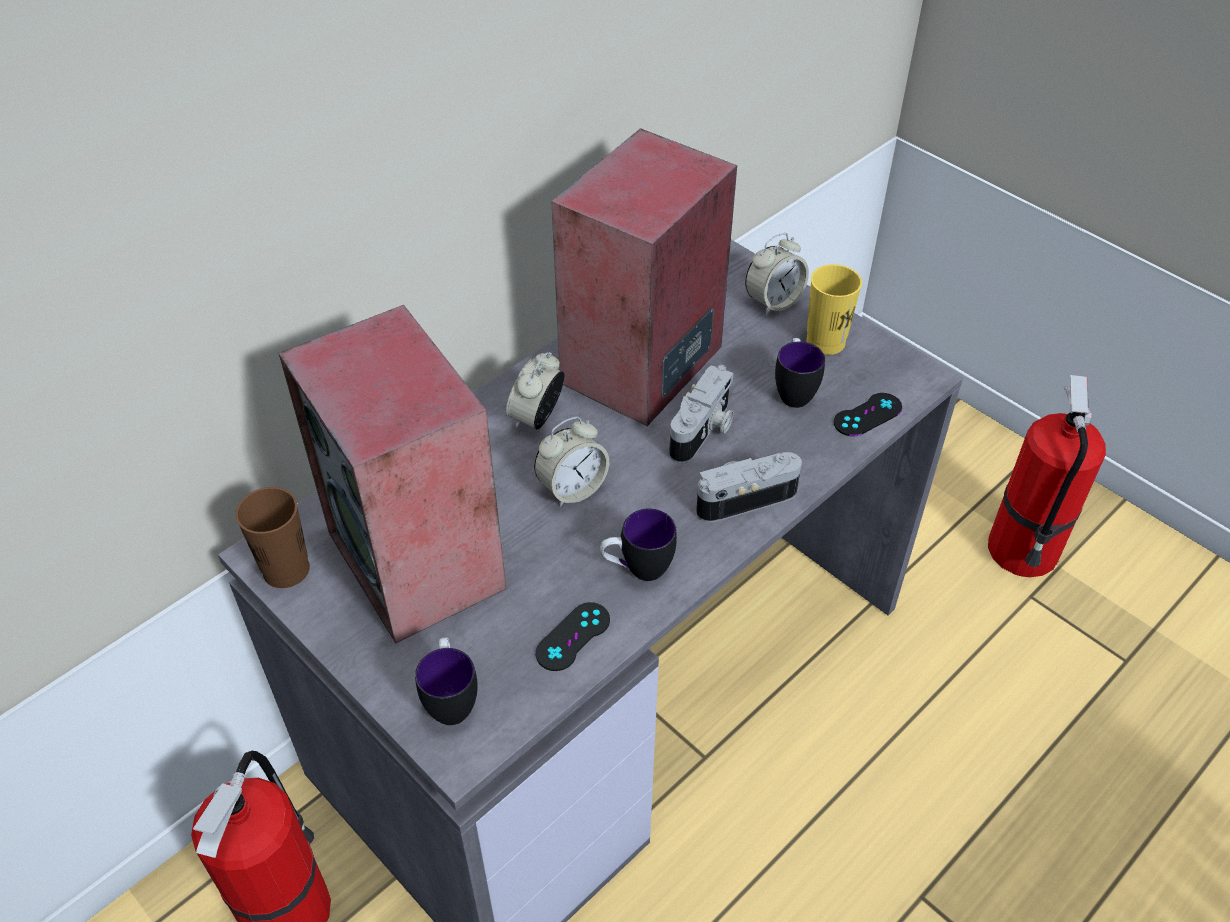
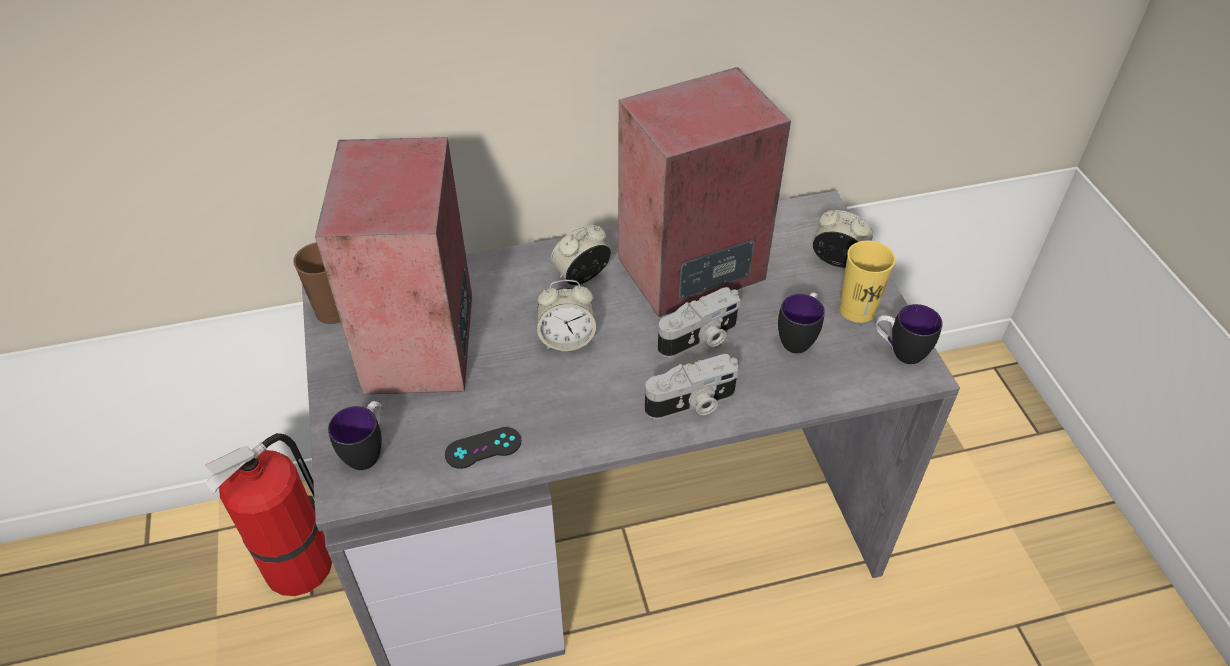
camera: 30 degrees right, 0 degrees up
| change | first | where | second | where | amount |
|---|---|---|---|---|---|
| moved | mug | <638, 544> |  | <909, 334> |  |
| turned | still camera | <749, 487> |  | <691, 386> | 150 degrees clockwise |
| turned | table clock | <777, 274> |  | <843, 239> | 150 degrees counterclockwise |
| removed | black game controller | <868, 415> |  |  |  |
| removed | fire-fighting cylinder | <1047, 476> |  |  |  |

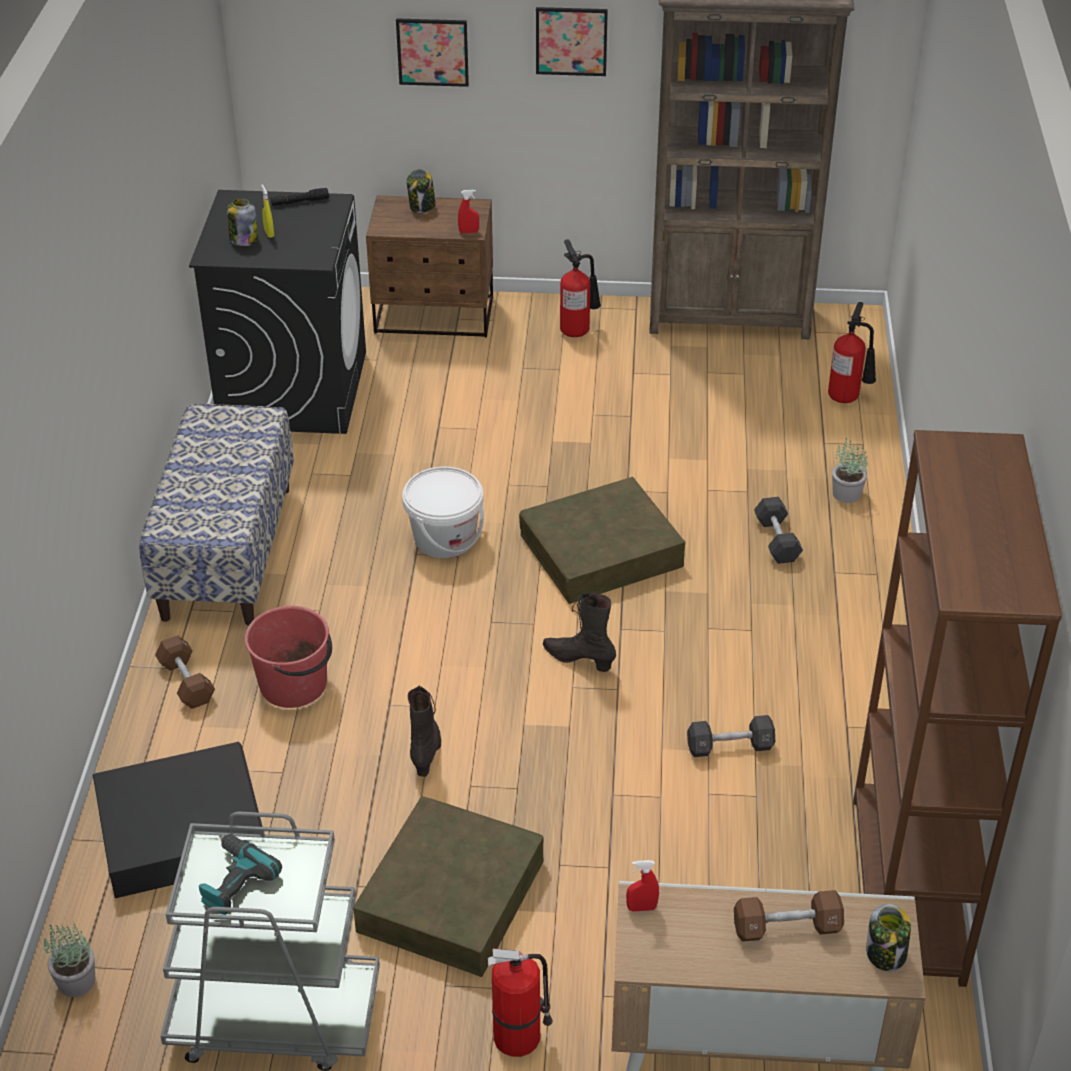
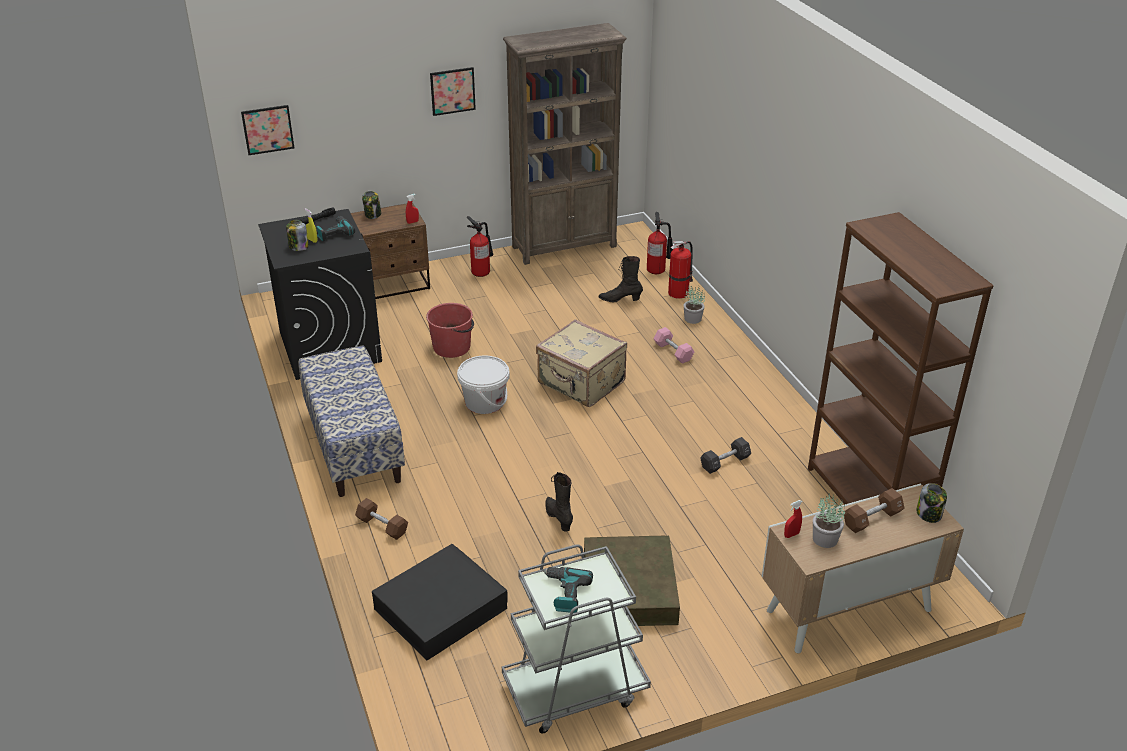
camera: 25 degrees left, 5 degrees down
| change | first | where | second | where | amount |
|---|---|---|---|---|---|
| moved | potted plant | <69, 959> |  | <829, 521> |  |
| moved | red water bucket | <288, 657> |  | <450, 330> |  |
| moved | wall art | <432, 52> |  | <267, 130> |  |
| moved | fire-fighting cylinder | <520, 1003> |  | <680, 270> |  |
| replaced | brownish storage box | <602, 540> | sand-coloured piece of luggage | <581, 363> |  |
| moved | black tall boot | <579, 632> |  | <620, 279> |  |
| recoloured | black dumbbell | <778, 530> | pink dumbbell | <673, 345> |  |
| added |  |  | power drill | <335, 228> |  |

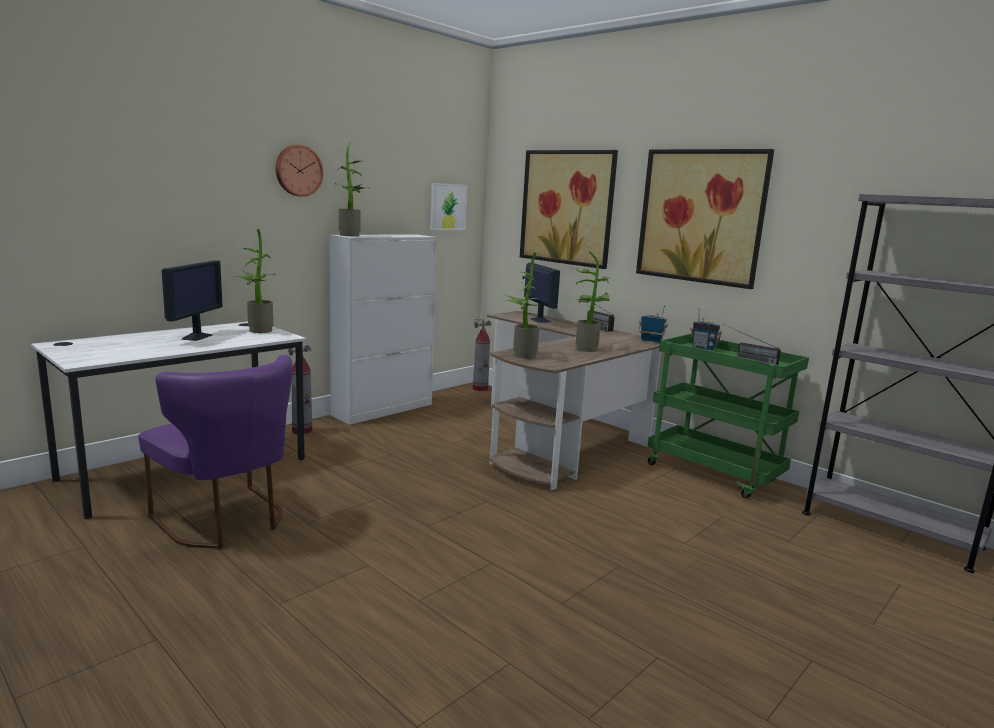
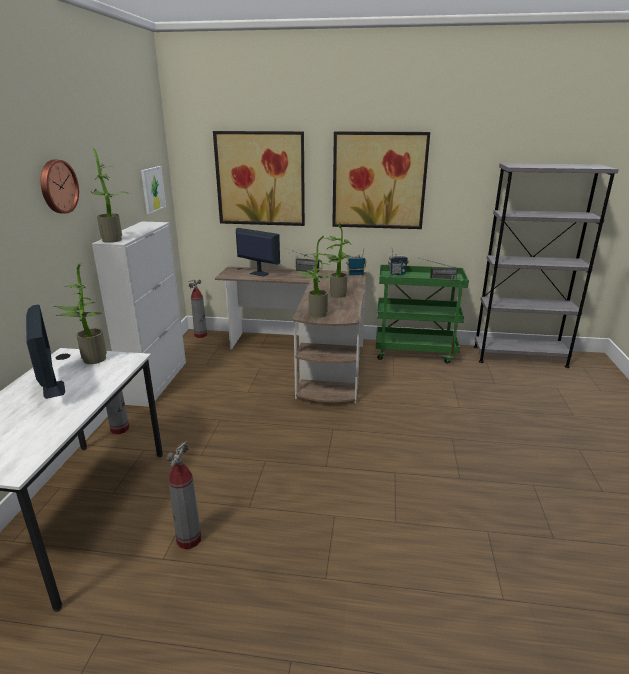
camera: 35 degrees left, 10 degrees up
| change | first | where | second | where | amount |
|---|---|---|---|---|---|
| replaced | purple-coloured plain chair | <215, 452> | fire-fighting cylinder | <183, 495> |  |

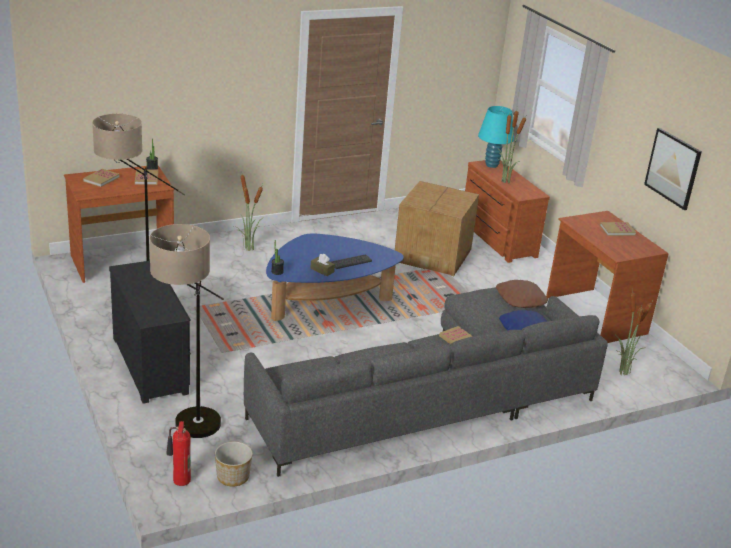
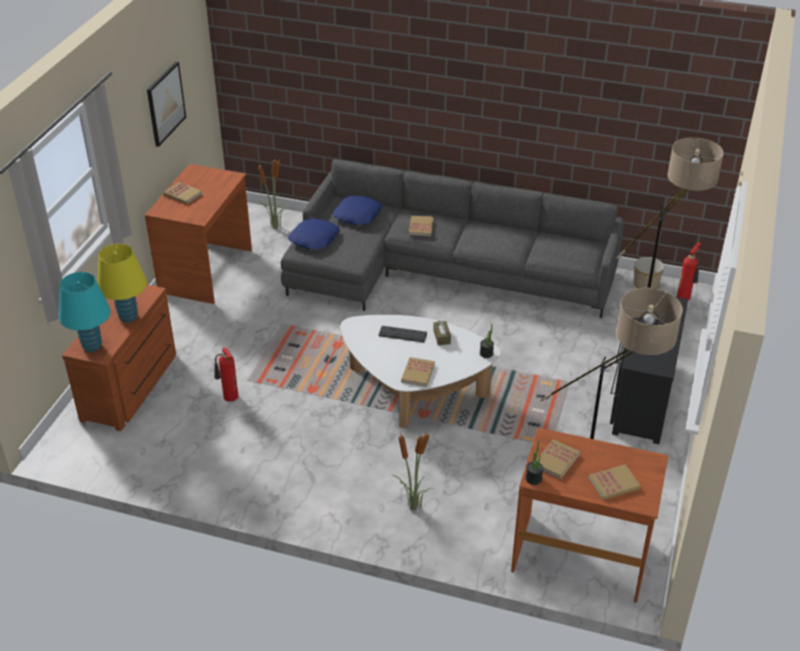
camera: 135 degrees left, 10 degrees up
| change | first | where | second | where | amount |
|---|---|---|---|---|---|
| recoloured | bluish coffee table | <335, 277> | white-coloured coffee table | <420, 371> |  |
| replaced | packing box | <437, 228> | fire-fighting cylinder | <226, 374> |  |
| recoloured | brownish cushion | <522, 294> | bluish cushion | <314, 234> |  |
| replaced | potted plant | <512, 145> | yellow-coloured table lamp | <122, 283> |  |
| added |  |  | bound book | <418, 372> |  |

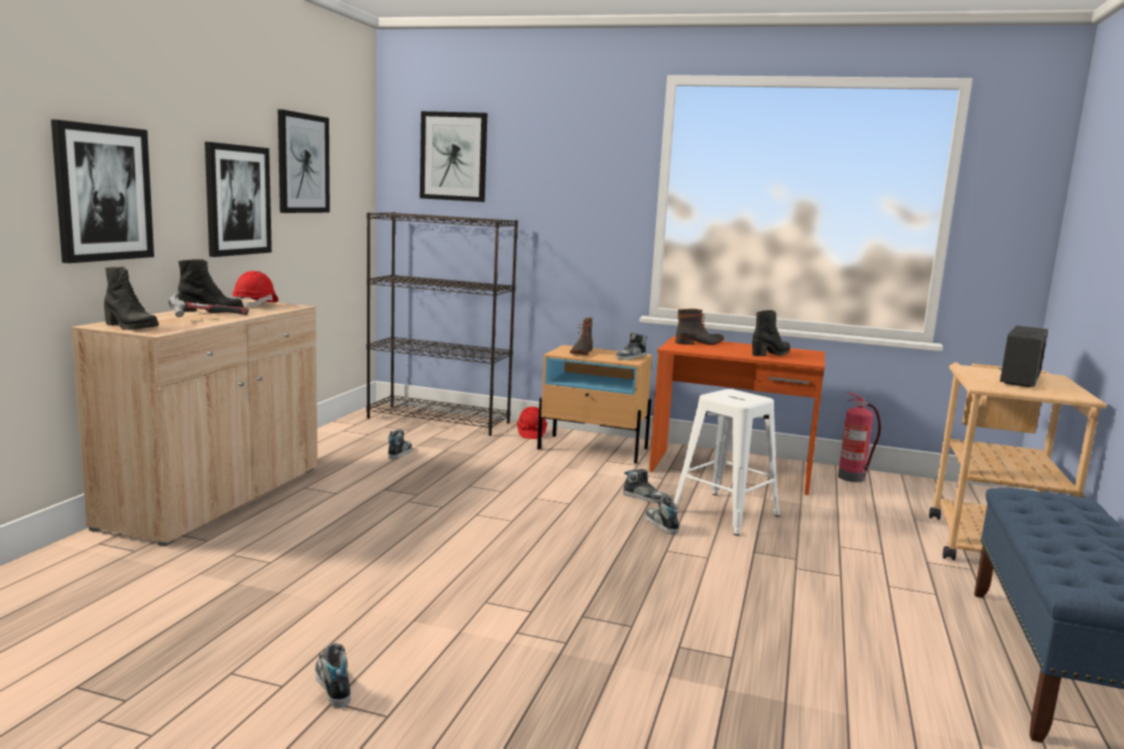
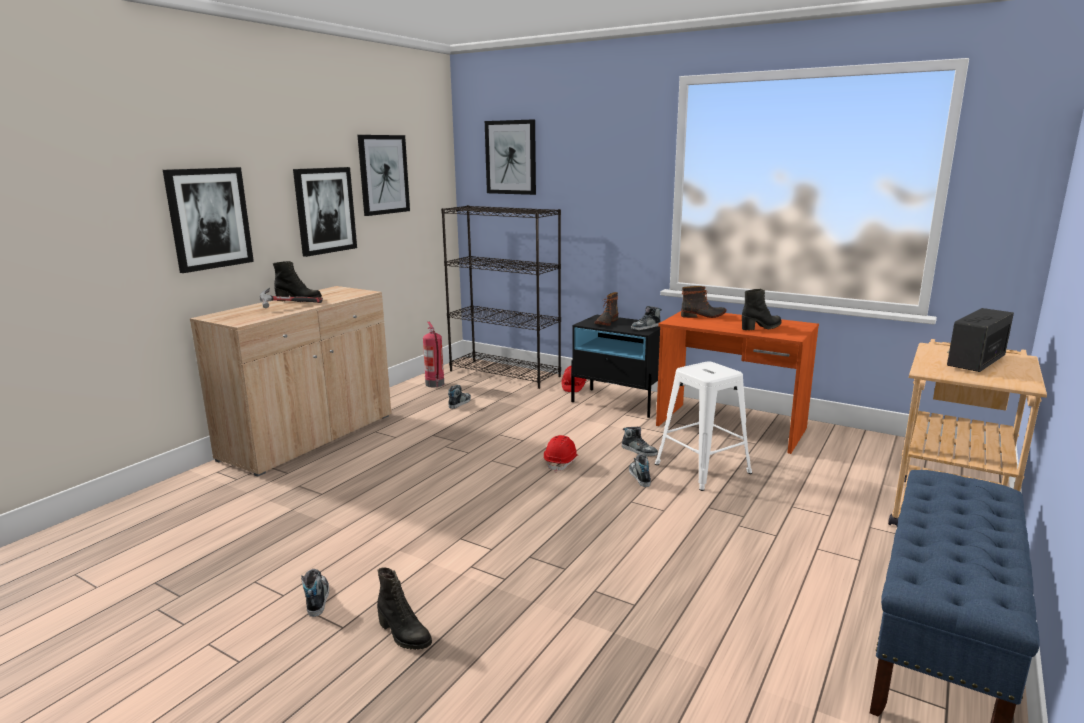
camera: 15 degrees right, 5 degrees up
| change | first | where | second | where | amount |
|---|---|---|---|---|---|
| moved | black tall boot | <131, 298> |  | <404, 608> |  |
| moved | red safety helmet | <255, 289> |  | <561, 453> |  |
| recoloured | sand-coloured bedside table | <594, 404> | black bedside table | <615, 366> |  |
| moved | fire-fighting cylinder | <859, 437> |  | <433, 354> |  |

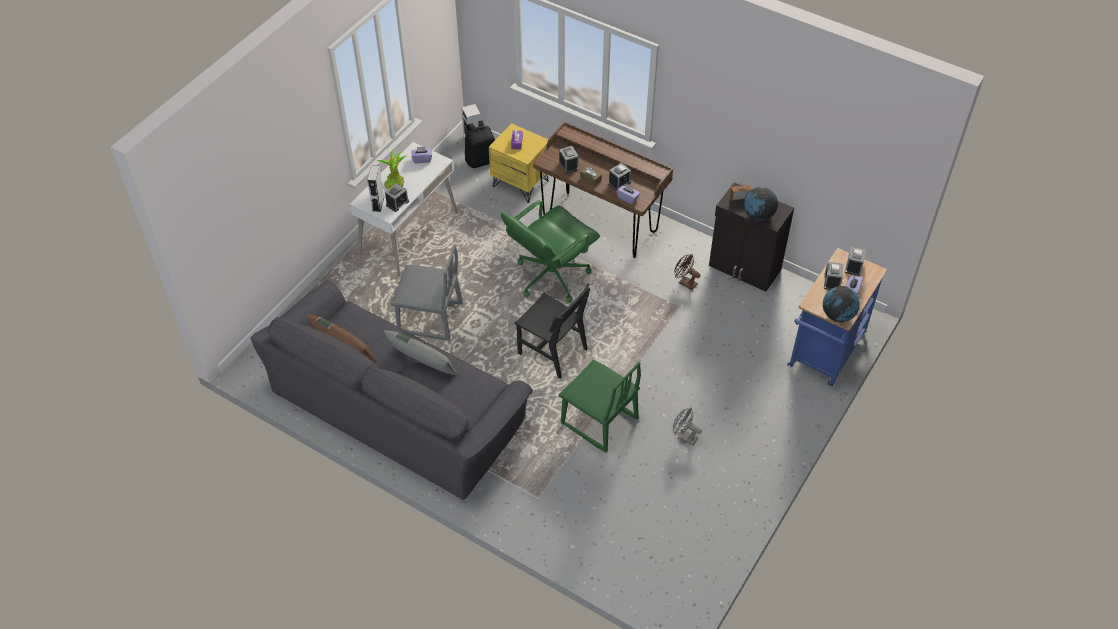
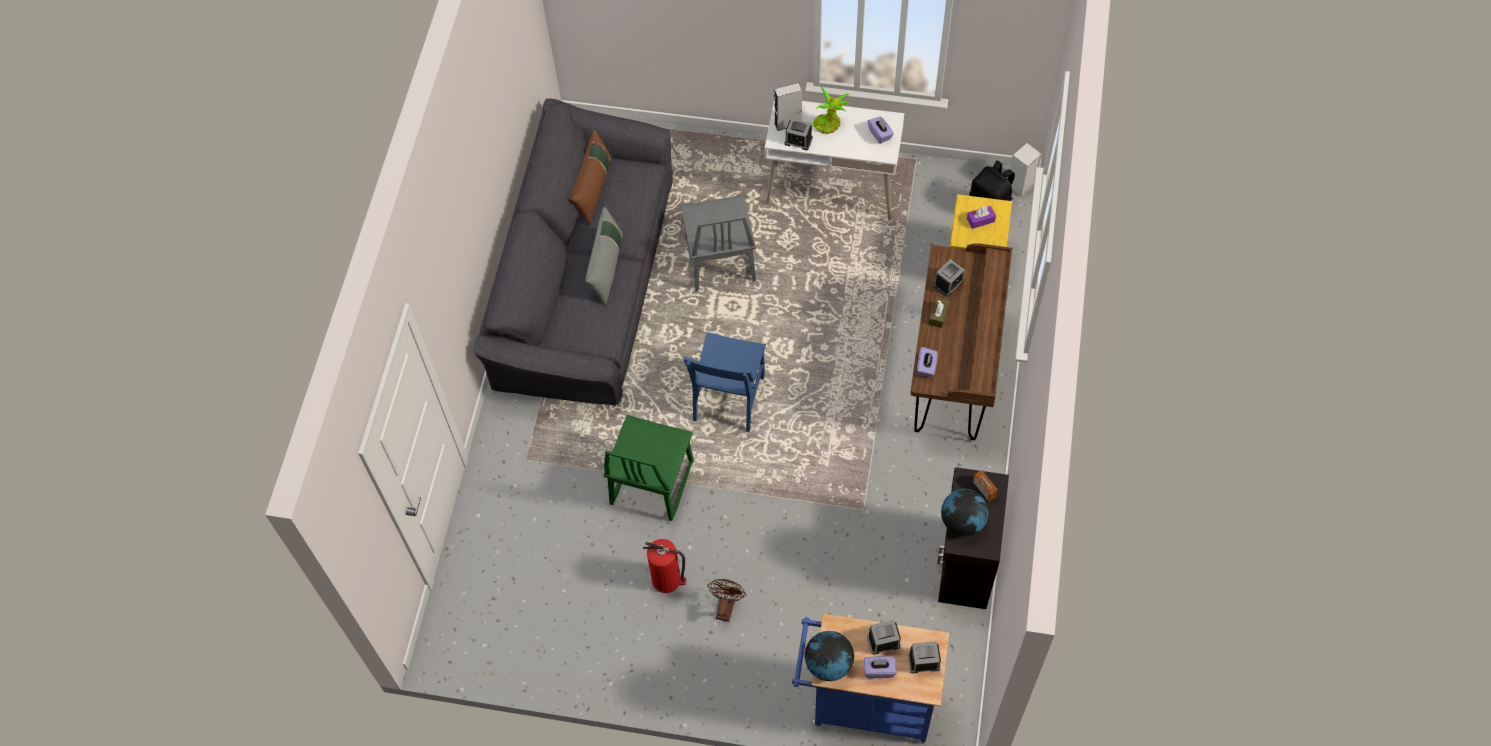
camera: 70 degrees right, 10 degrees up
| change | first | where | second | where | amount |
|---|---|---|---|---|---|
| removed | greenish computer chair | <550, 251> |  |  |  |
| recoloured | black plain chair | <552, 331> | bluish plain chair | <724, 382> |  |
| removed | table clock | <619, 177> |  |  |  |
| replaced | greyish fan | <687, 427> | fire-fighting cylinder | <664, 566> |  |
| moved | brownish fan | <687, 272> |  | <726, 600> |  |

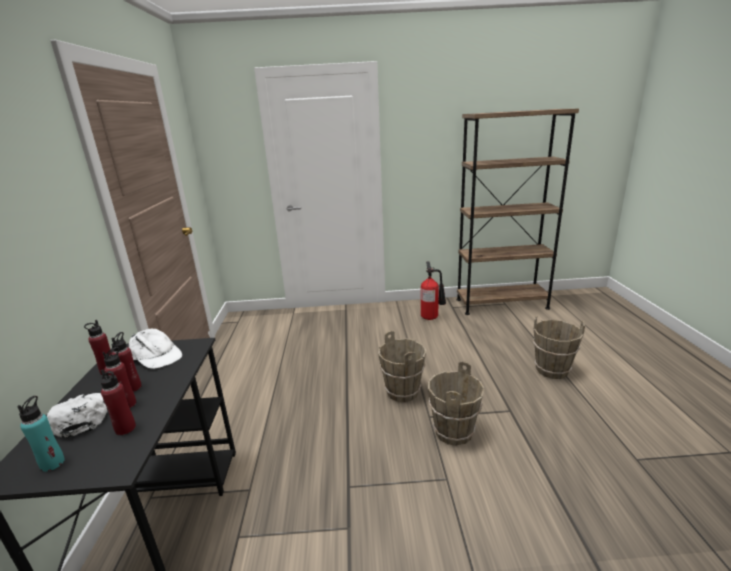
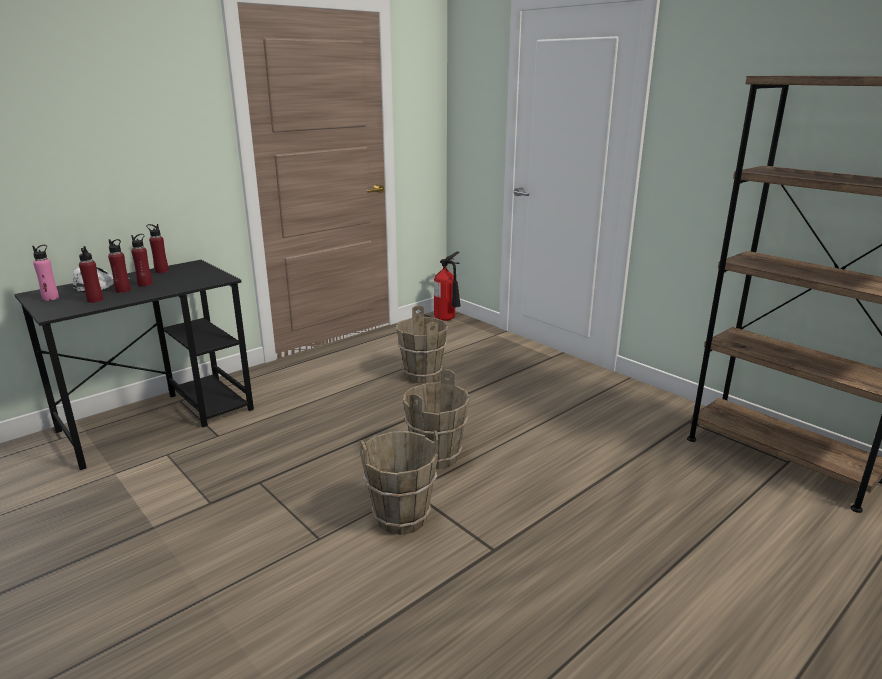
camera: 50 degrees right, 0 degrees up
| change | first | where | second | where | amount |
|---|---|---|---|---|---|
| recoloured | turquoise-coloured beverage bottle | <41, 434> | pink beverage bottle | <45, 273> |  |
| removed | white-coloured baseball cap | <155, 349> |  |  |  |
| moved | fire-fighting cylinder | <433, 290> |  | <447, 286> |  |
| moved | brownish water bucket | <559, 347> |  | <422, 344> |  |

